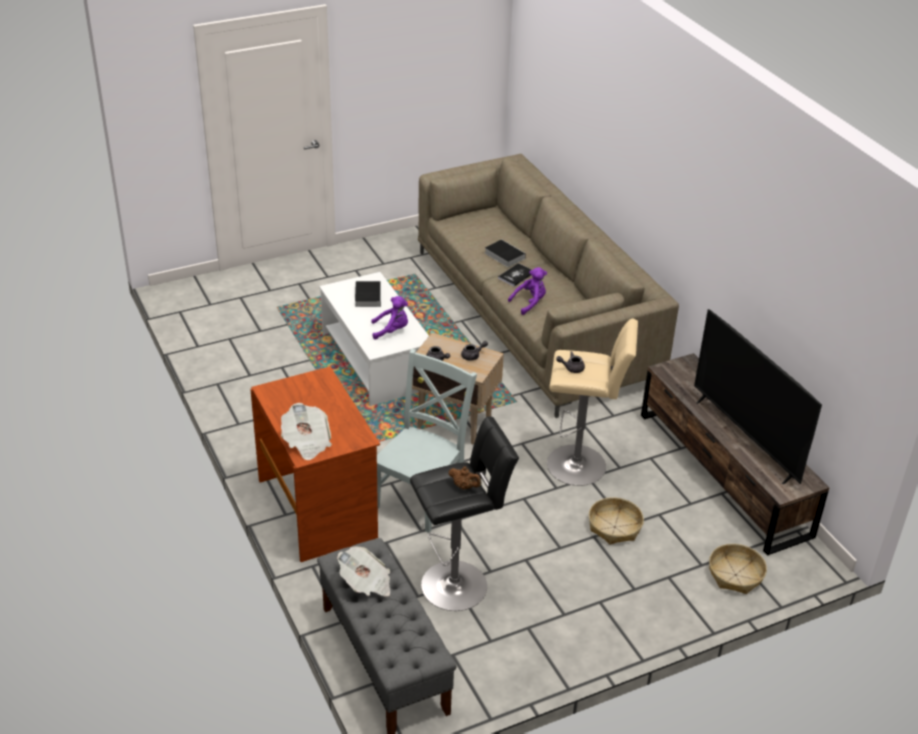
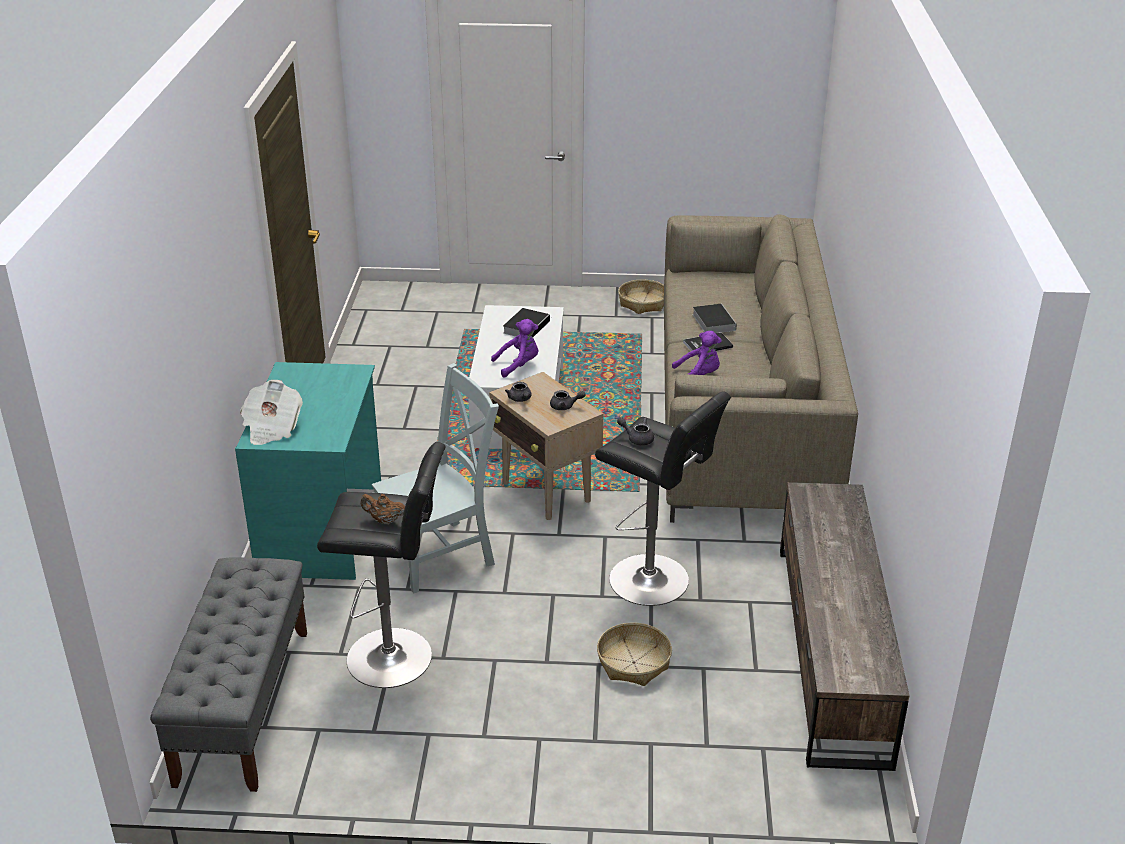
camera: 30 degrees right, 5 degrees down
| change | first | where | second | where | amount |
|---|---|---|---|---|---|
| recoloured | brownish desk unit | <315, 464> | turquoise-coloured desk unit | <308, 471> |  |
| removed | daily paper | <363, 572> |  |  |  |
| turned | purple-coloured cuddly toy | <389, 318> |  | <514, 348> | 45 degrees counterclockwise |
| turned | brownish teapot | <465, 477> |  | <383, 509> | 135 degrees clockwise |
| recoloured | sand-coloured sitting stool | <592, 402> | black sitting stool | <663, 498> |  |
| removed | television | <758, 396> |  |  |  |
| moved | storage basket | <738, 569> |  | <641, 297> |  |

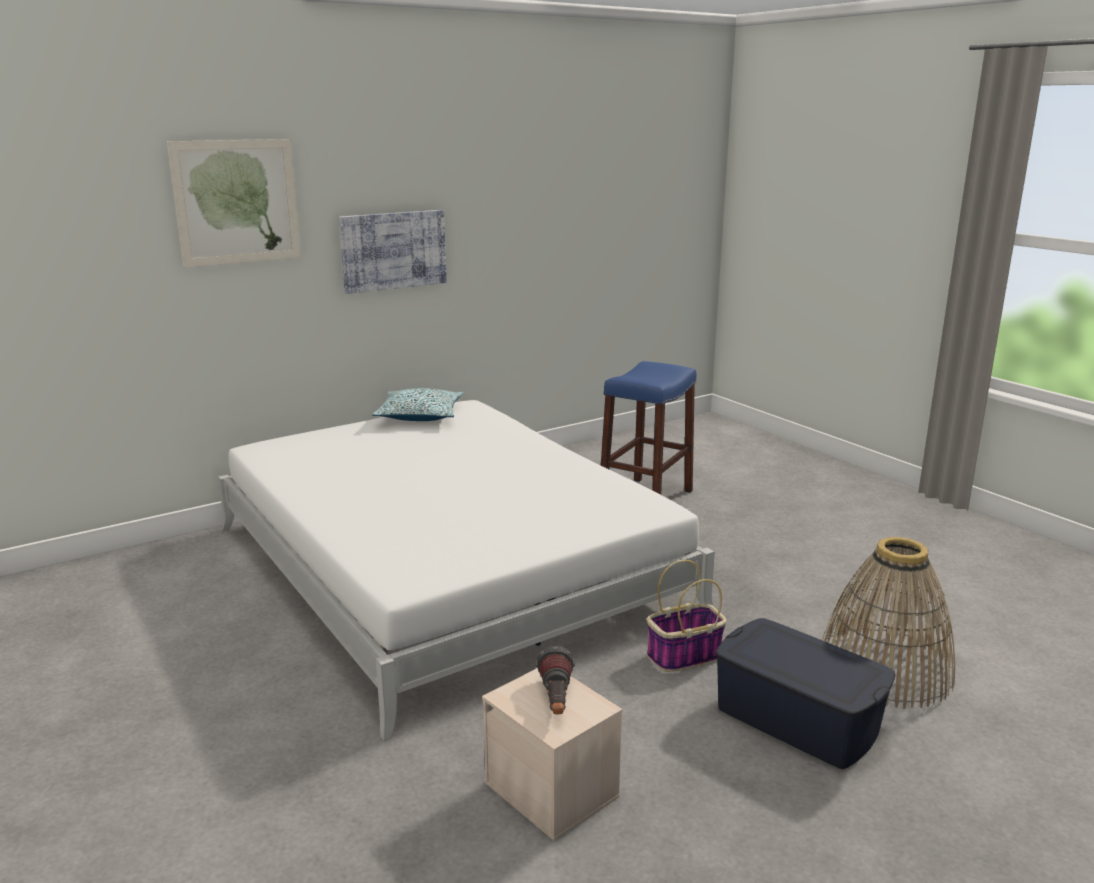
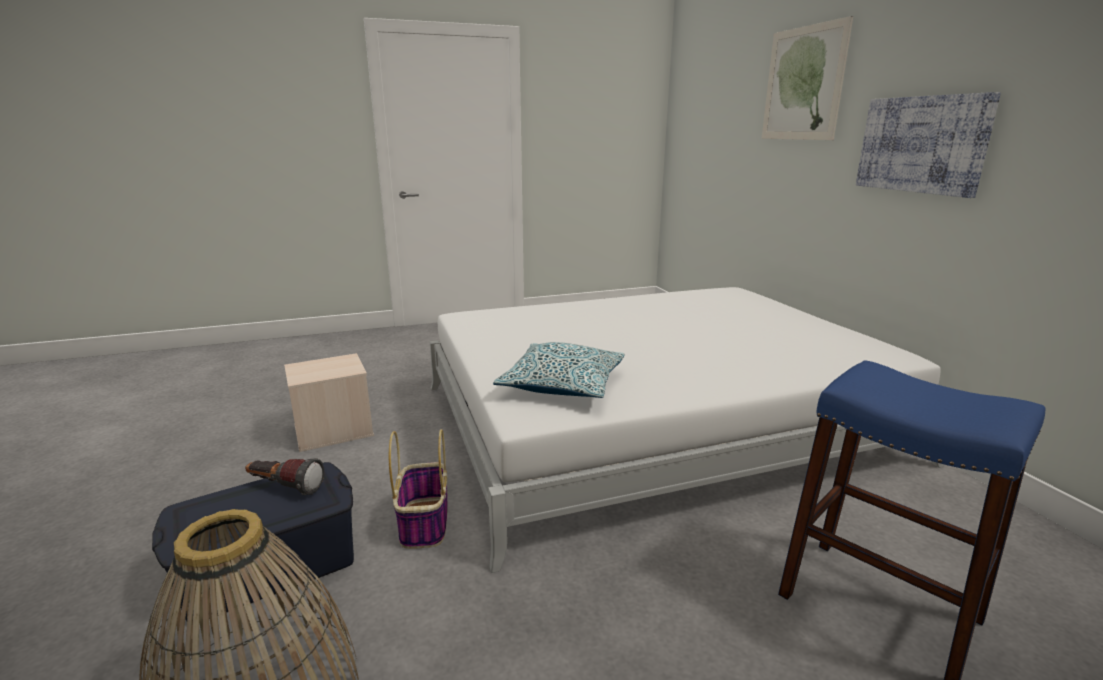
camera: 105 degrees right, 0 degrees up
| change | first | where | second | where | amount |
|---|---|---|---|---|---|
| moved | cushion | <417, 404> |  | <559, 370> |  |
| moved | flashlight | <555, 680> |  | <284, 476> |  |

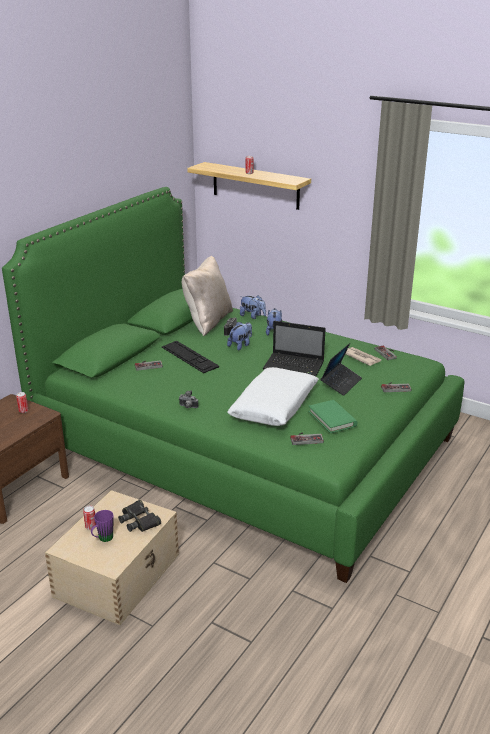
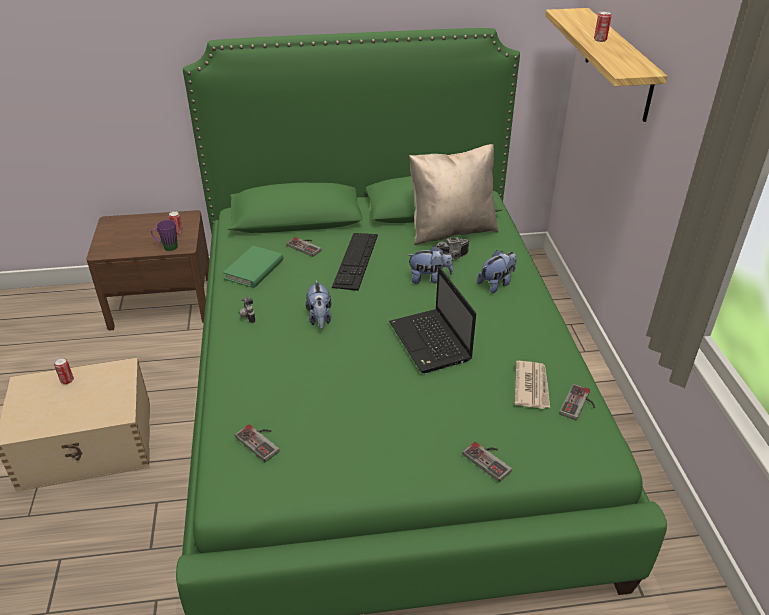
camera: 50 degrees right, 10 degrees up
| change | first | where | second | where | amount |
|---|---|---|---|---|---|
| moved | purple-coloured mug | <102, 526> |  | <164, 235> |  |
| removed | black field glasses | <139, 516> |  |  |  |
| removed | white-coloured cushion | <273, 396> |  |  |  |
| moved | cuddly toy | <253, 307> |  | <318, 304> |  |
| moved | greenish bound book | <332, 416> |  | <253, 267> |  |
| removed | portable computer | <341, 369> |  |  |  |

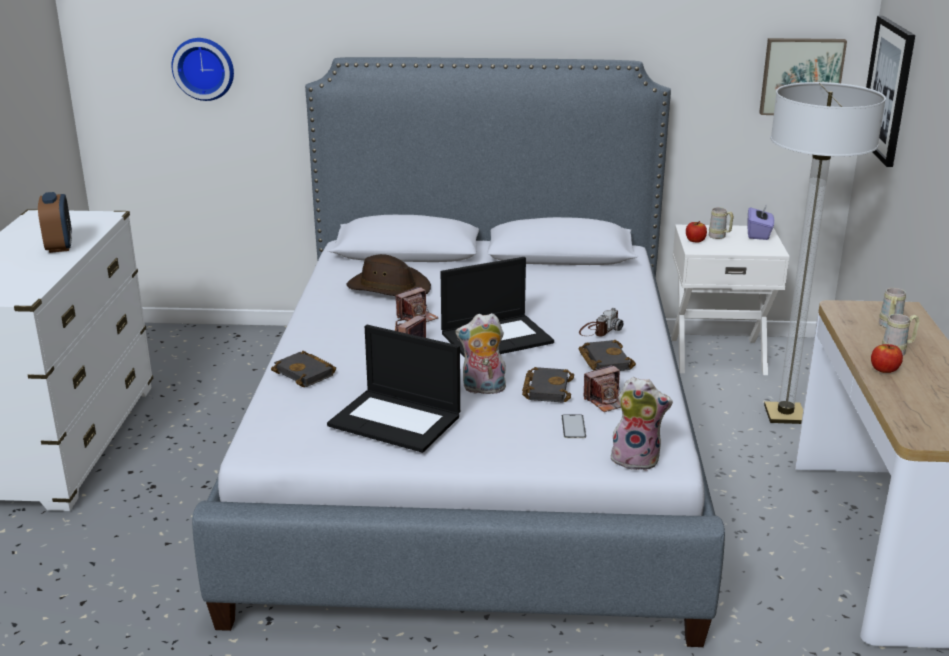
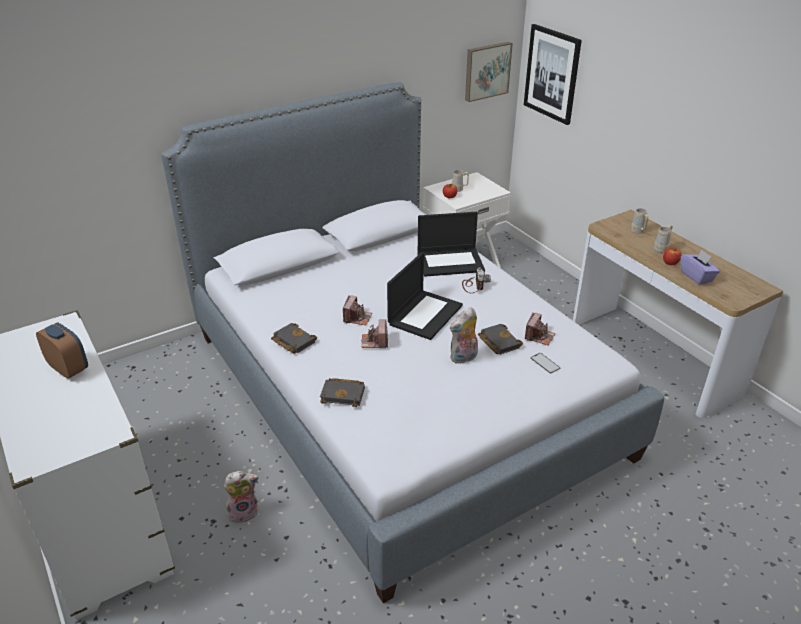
camera: 35 degrees left, 10 degrees up
| change | first | where | second | where | amount |
|---|---|---|---|---|---|
| removed | clock on the wall | <202, 69> |  |  |  |
| moved | portable computer | <393, 389> |  | <451, 244> |  |
| removed | brownish clothing hat | <389, 275> |  |  |  |
| moved | black bound book | <607, 355> |  | <294, 338> |  |
| moved | cuddly toy | <642, 424> |  | <241, 497> |  |
| moved | purple-coloured tissue box | <760, 222> |  | <700, 267> |  |
| removed | standing lamp | <825, 253> |  |  |  |

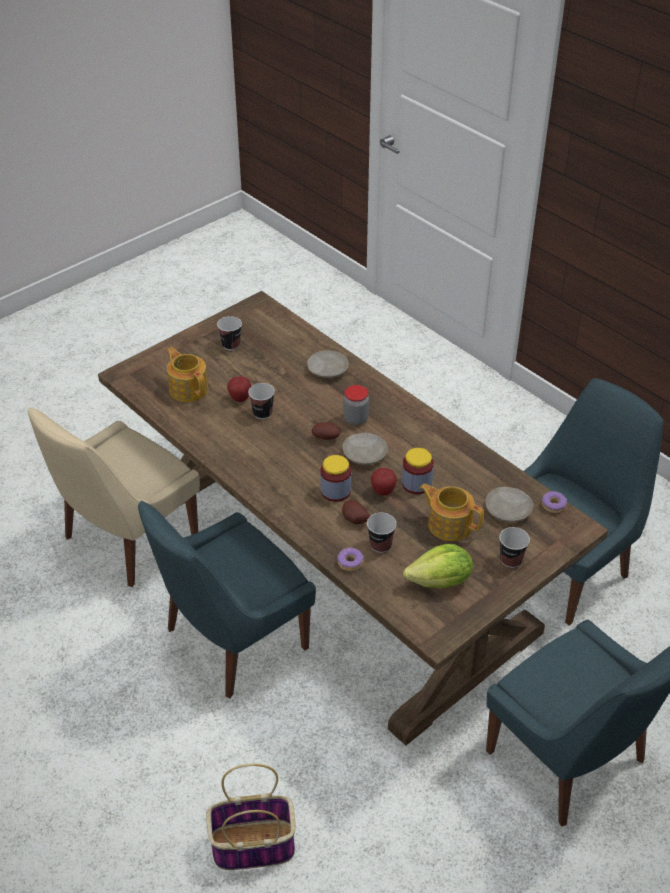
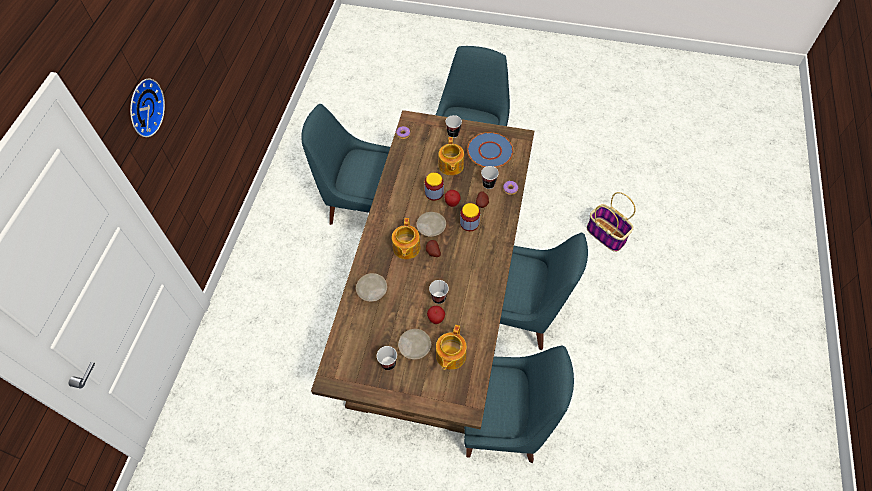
camera: 125 degrees left, 15 degrees up
| change | first | where | second | where | amount |
|---|---|---|---|---|---|
| recoloured | sand-coloured plain chair | <114, 497> | bluish plain chair | <519, 404> |  |
| replaced | preserve jar | <356, 405> | teapot | <406, 238> |  |
| replaced | lettuce | <438, 566> | bluish flat dish | <490, 150> |  |
| moved | sand-coloured flat dish | <509, 504> |  | <414, 344> |  |
| added |  |  | clock on the wall | <147, 108> |  |

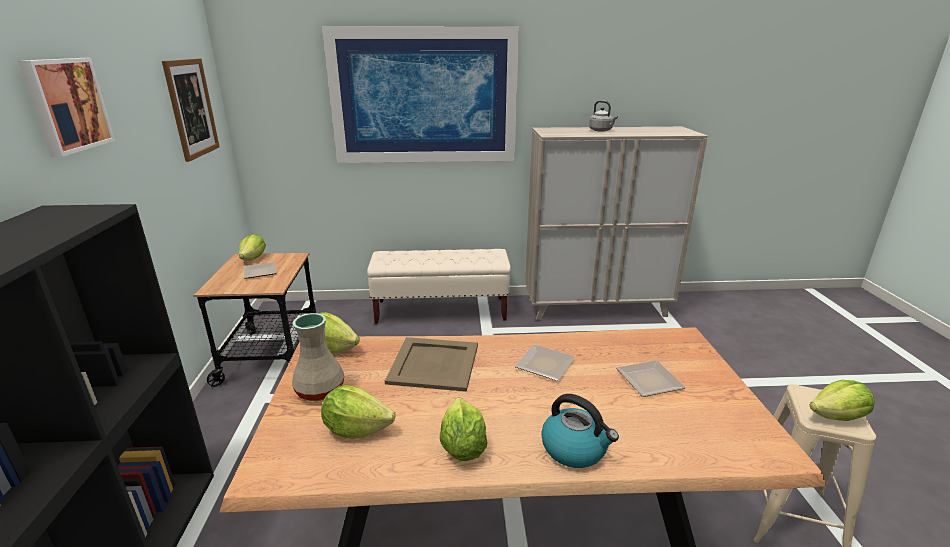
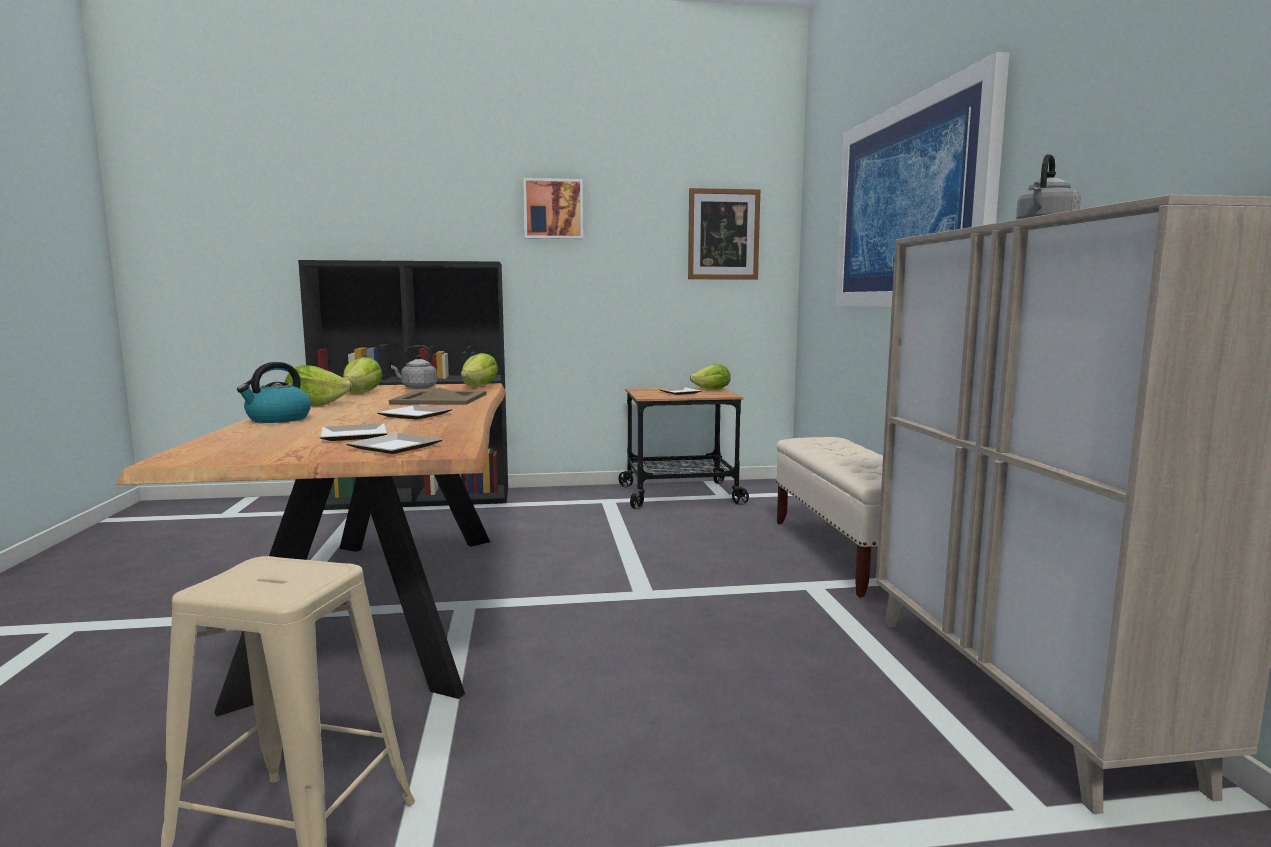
camera: 85 degrees right, 15 degrees down
| change | first | where | second | where | amount |
|---|---|---|---|---|---|
| replaced | sand-coloured vase | <318, 357> | greyish kettle | <414, 367> |  |
| removed | lettuce | <842, 400> |  |  |  |
| added |  |  | flat dish | <394, 443> |  |

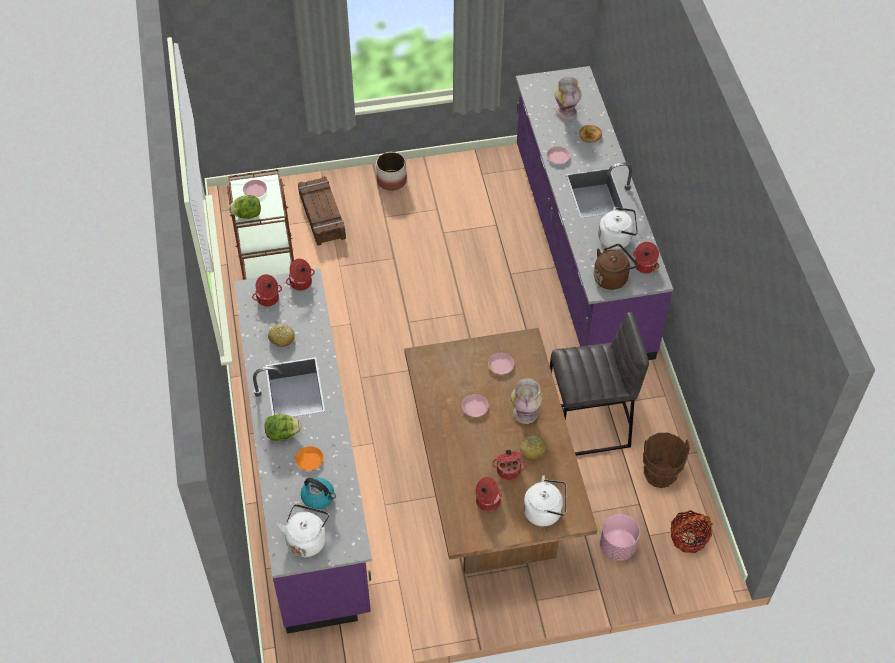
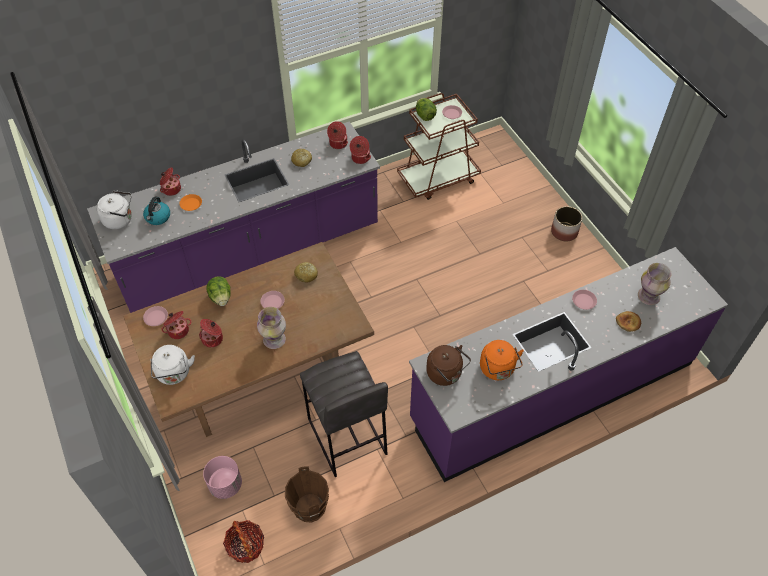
camera: 75 degrees right, 0 degrees up
| change | first | where | second | where | amount |
|---|---|---|---|---|---|
| moved | lettuce | <283, 427> |  | <218, 291> |  |
| removed | shipping crate | <322, 210> |  |  |  |
| moved | pink flat dish | <501, 364> |  | <155, 316> |  |
| moved | bakery bread | <533, 447> |  | <306, 272> |  |
| recoloured | white-coloured kettle | <618, 228> | orange kettle | <502, 360> |  |
| moved | saucepot | <646, 258> |  | <170, 181> |  |

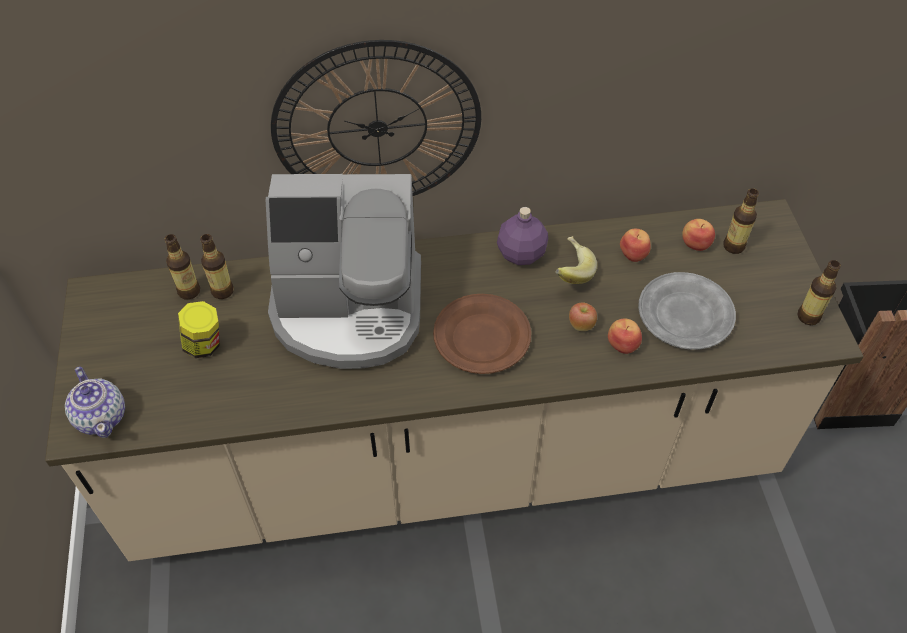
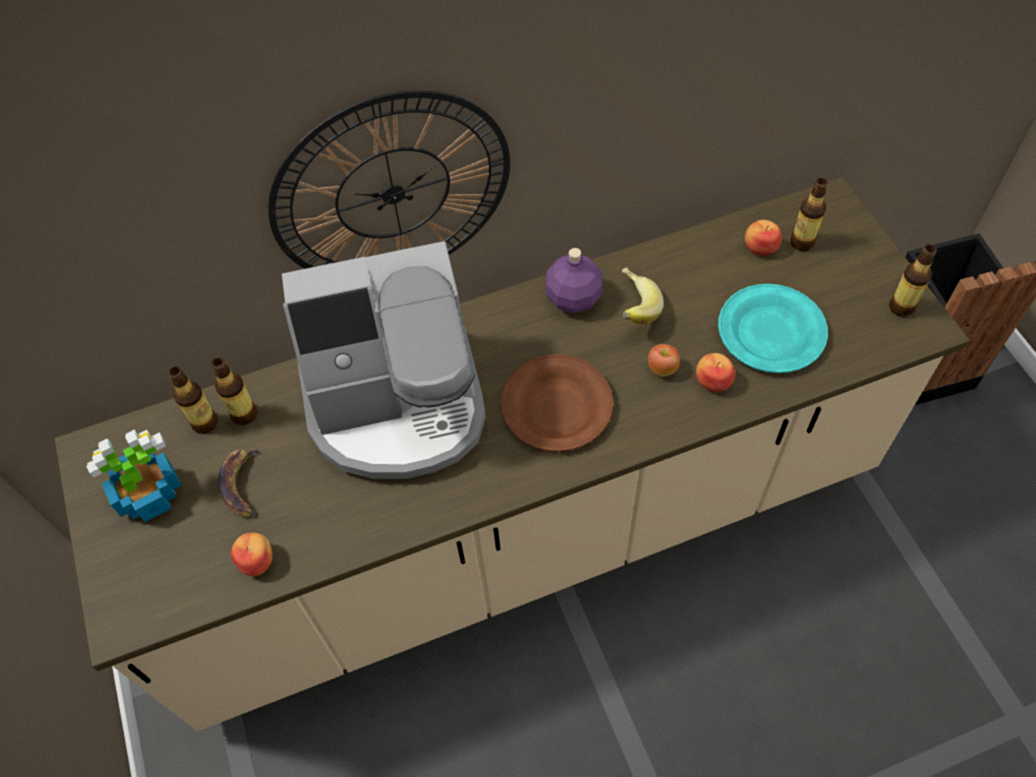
camera: 10 degrees left, 5 degrees up
| change | first | where | second | where | amount |
|---|---|---|---|---|---|
| removed | teapot | <95, 402> |  |  |  |
| replaced | preserve jar | <199, 329> | banana fruit | <241, 482> |  |
| moved | whole apple | <635, 245> |  | <251, 554> |  |
| recoloured | greyish flat dish | <687, 311> | turquoise-coloured flat dish | <773, 328> |  |
| added |  |  | potted plant | <134, 475> |  |

